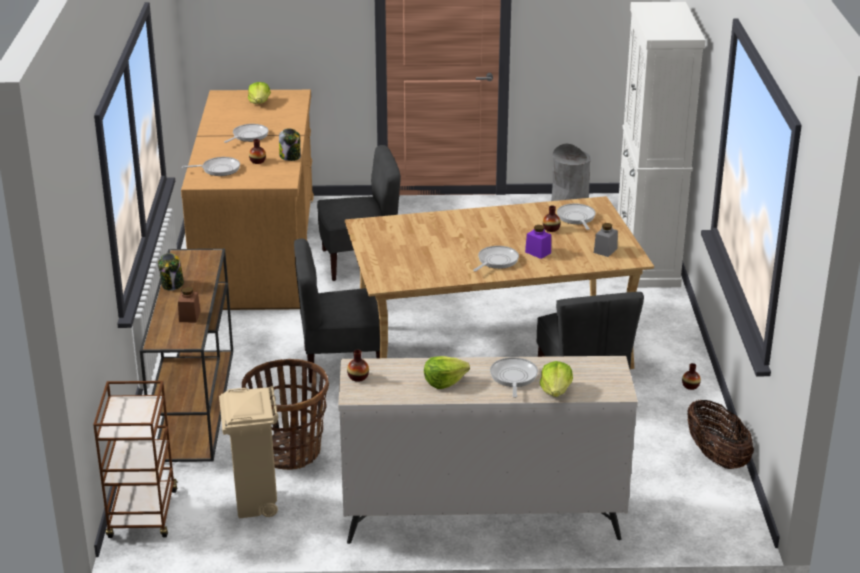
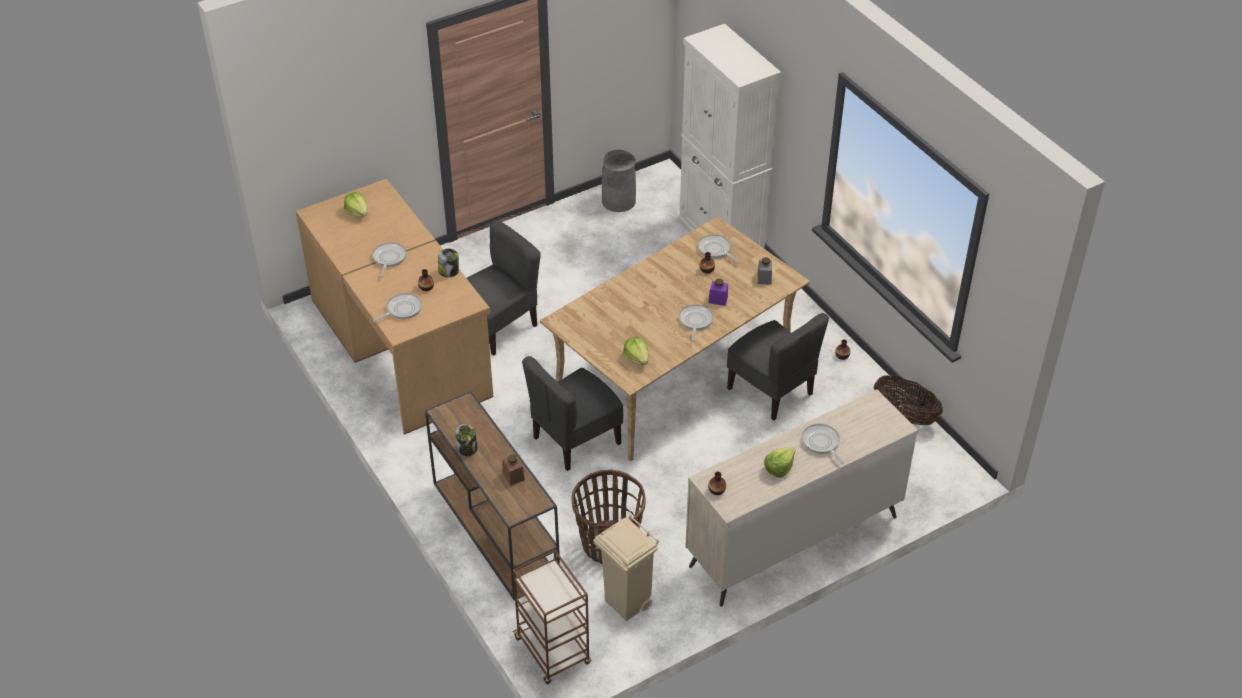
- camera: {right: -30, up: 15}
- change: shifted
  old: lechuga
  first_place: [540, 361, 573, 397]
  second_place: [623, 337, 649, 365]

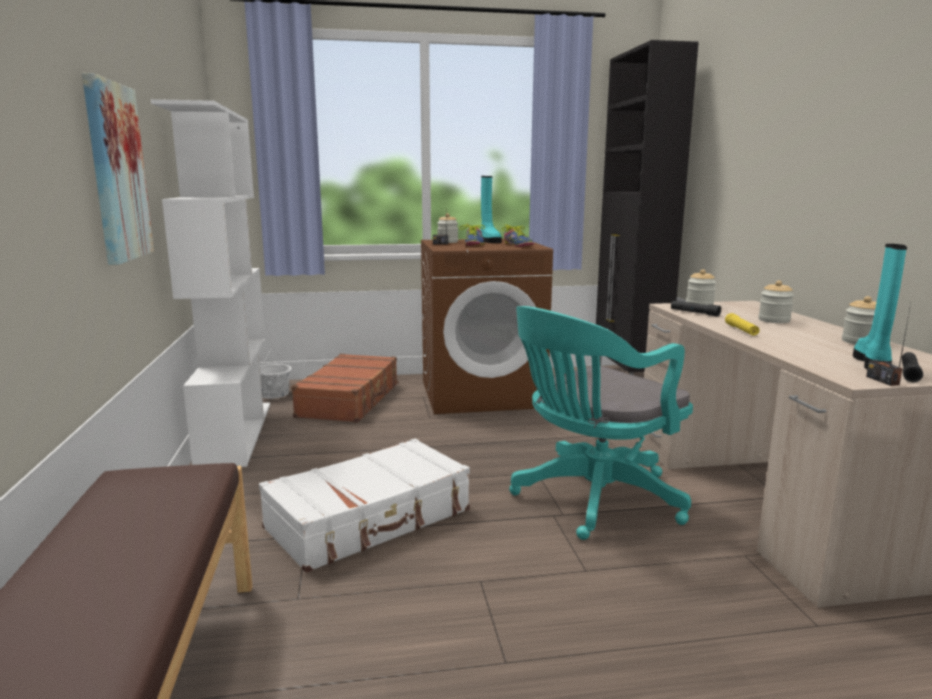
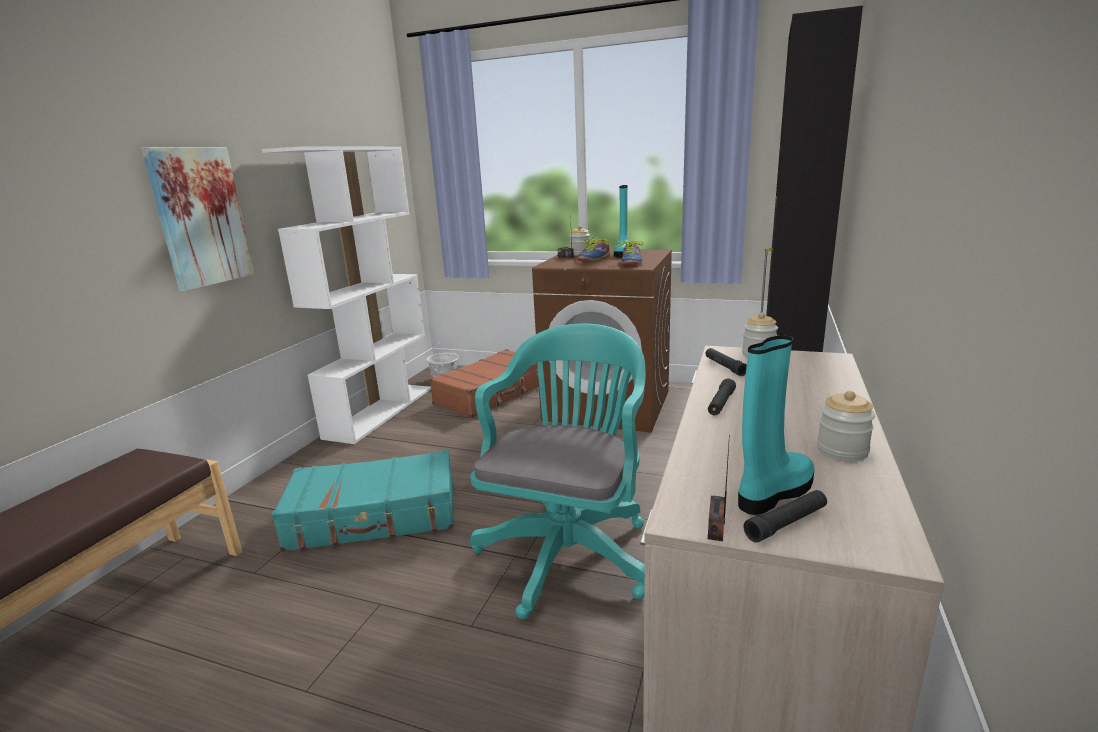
- camera: {right: 30, up: 5}
- change: repainted
  old: maleta (blanco)
  new: maleta (turquesa)
  first_place: [259, 438, 470, 573]
  second_place: [272, 450, 454, 552]
- change: rotated
  old: silla de oficina (turquesa)
  first_place: [509, 306, 693, 540]
  second_place: [470, 323, 646, 619]
  degrees: 120
- change: repainted
  old: linterna (amarillo)
  new: linterna (negro)
  first_place: [725, 313, 759, 336]
  second_place: [708, 379, 736, 415]
- change: gone
  old: tarro
  first_place: [758, 281, 794, 323]

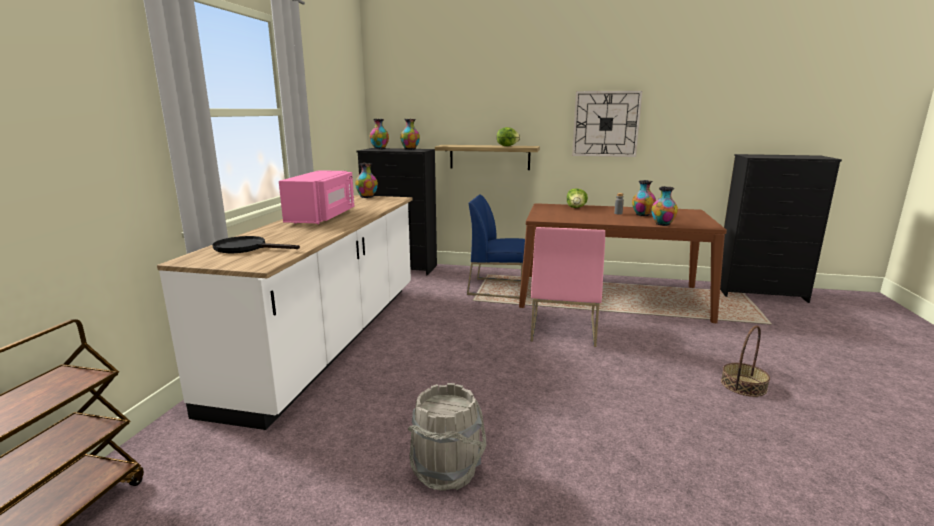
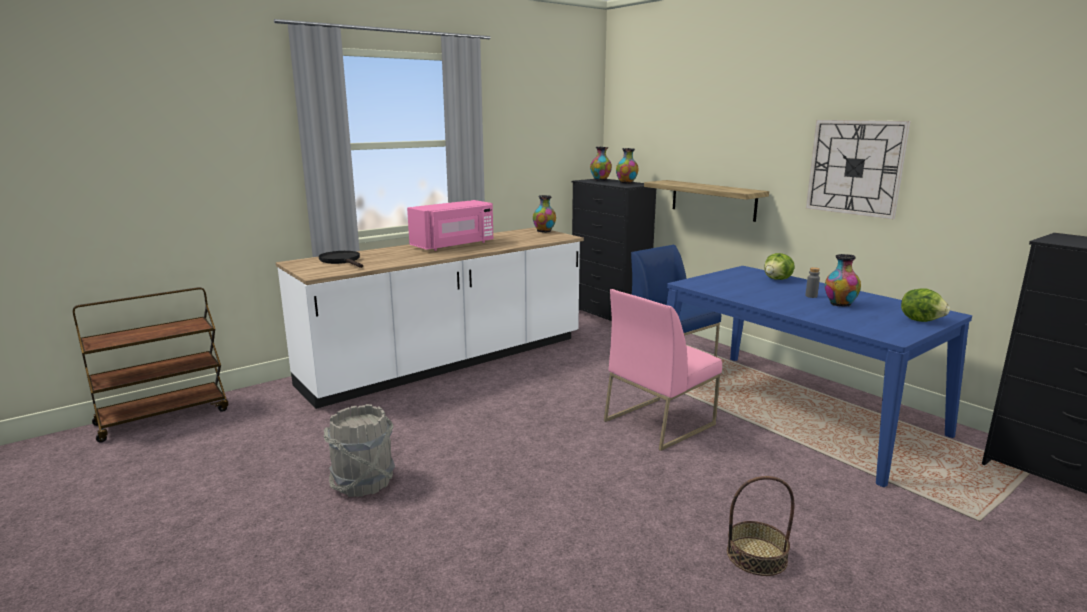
- camera: {right: 40, up: 0}
- change: repainted
  old: mesa de comedor (marrón)
  new: mesa de comedor (azul)
  first_place: [519, 203, 727, 323]
  second_place: [667, 266, 972, 487]
- change: shifted
  old: lechuga
  first_place: [497, 127, 521, 146]
  second_place: [901, 288, 950, 322]
- change: gone
  old: florero
  first_place: [651, 186, 678, 226]

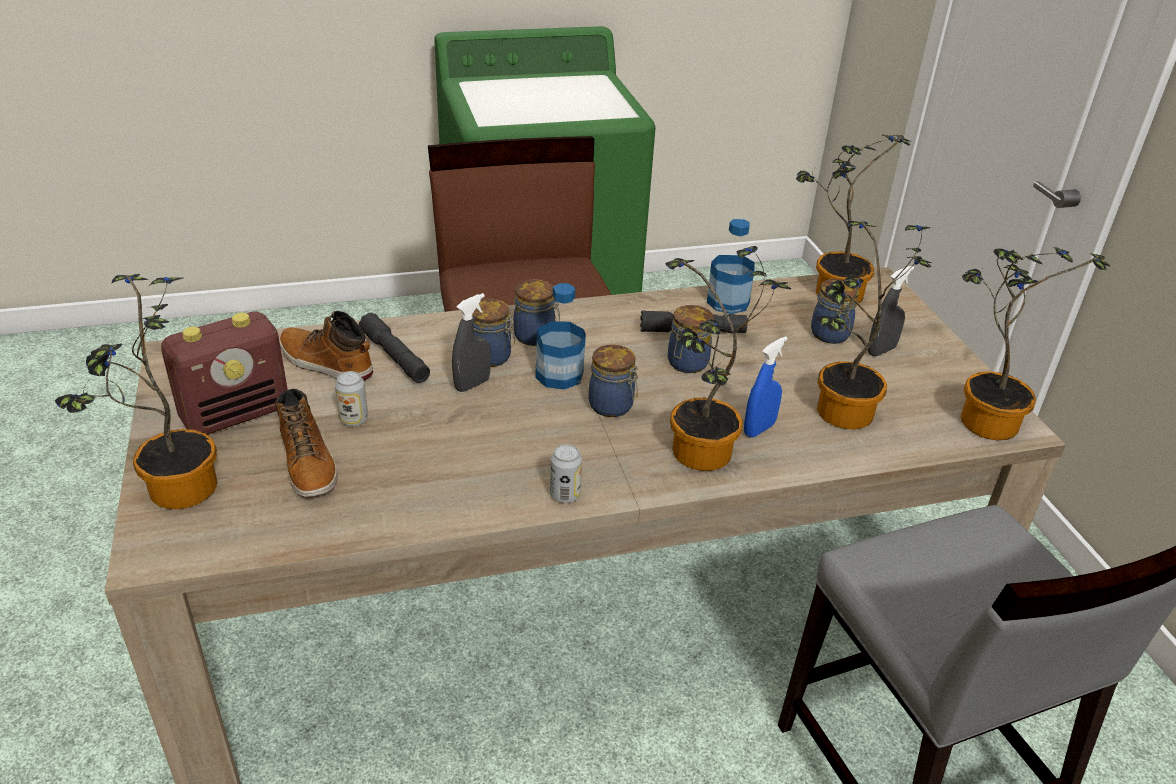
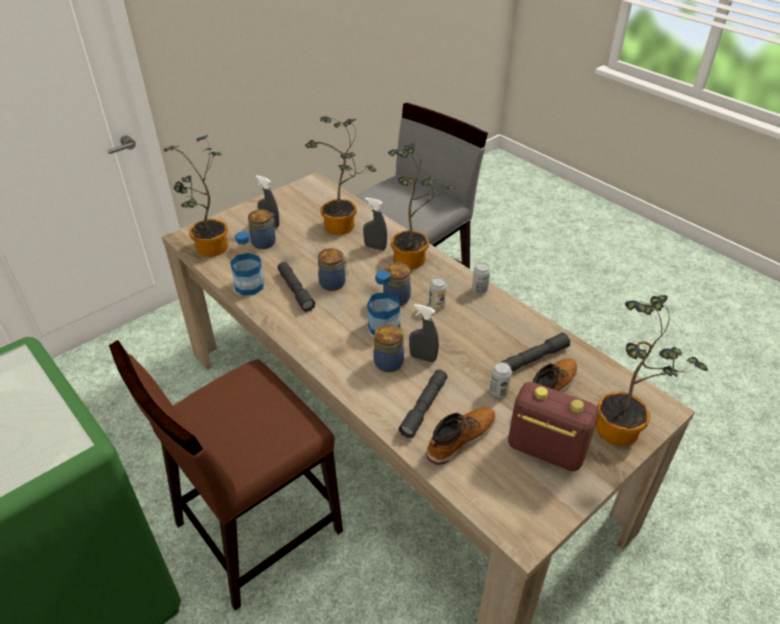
- camera: {right: -115, up: 5}
- change: repainted
  old: pulverizador (azul)
  new: pulverizador (gris)
  first_place: [744, 336, 788, 437]
  second_place: [363, 198, 387, 250]
- change: rotated
  old: bota
  first_place: [279, 311, 373, 381]
  second_place: [426, 407, 496, 465]
  degrees: -135
- change: new
  new: lata
  second_place: [429, 278, 447, 310]
- change: new
  new: linterna (gris)
  second_place: [501, 332, 571, 371]
- change: gone
  old: tarro
  first_place: [513, 280, 560, 346]
- change: gone
  old: planta en maceta
  first_place: [961, 247, 1111, 440]

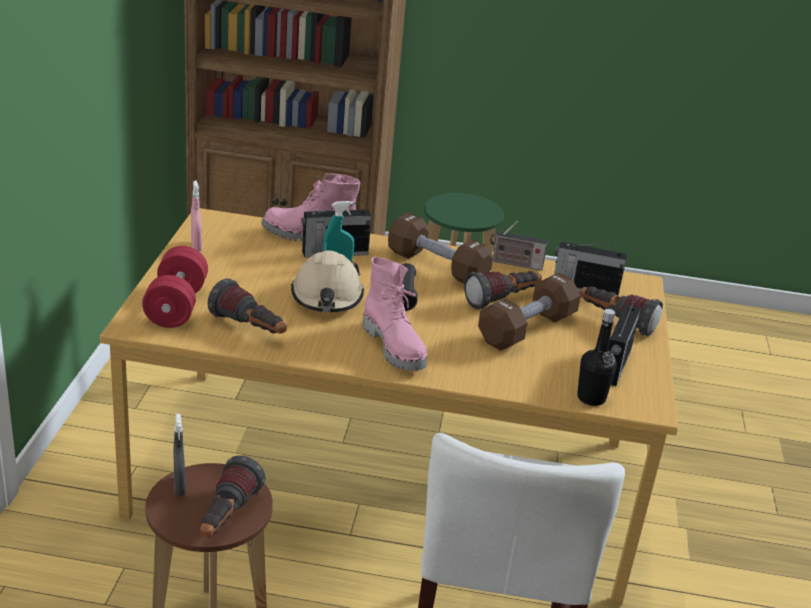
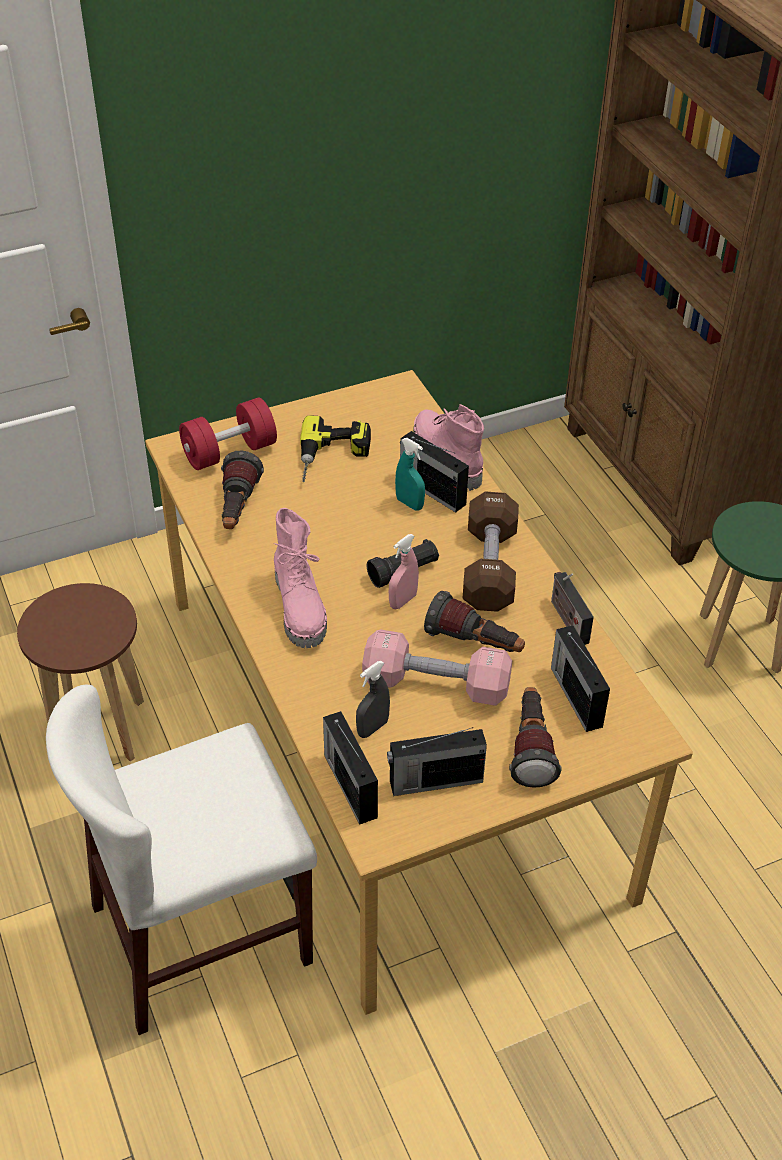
- camera: {right: 60, up: 15}
- change: rotated
  old: bota (rosa)
  first_place: [363, 257, 427, 371]
  second_place: [274, 508, 327, 648]
  degrees: -45
- change: new
  new: taladro
  second_place: [300, 415, 371, 482]
- change: swapped
  old: botella (negro)
  new: radio
  first_place: [577, 309, 617, 406]
  second_place: [323, 711, 378, 825]
- change: shifted
  old: pulverizador (gris)
  first_place: [174, 414, 186, 496]
  second_place: [356, 661, 390, 738]
- change: repainted
  old: mancuerna (marrón)
  new: mancuerna (rosa)
  first_place: [478, 272, 581, 351]
  second_place: [362, 629, 512, 706]
- change: shifted
  old: pulverizador (rosa)
  first_place: [191, 181, 202, 251]
  second_place: [389, 534, 419, 609]
- change: gone
  old: linterna
  first_place: [200, 455, 266, 537]
- change: gone
  old: casco (beis)
  first_place: [291, 250, 364, 312]

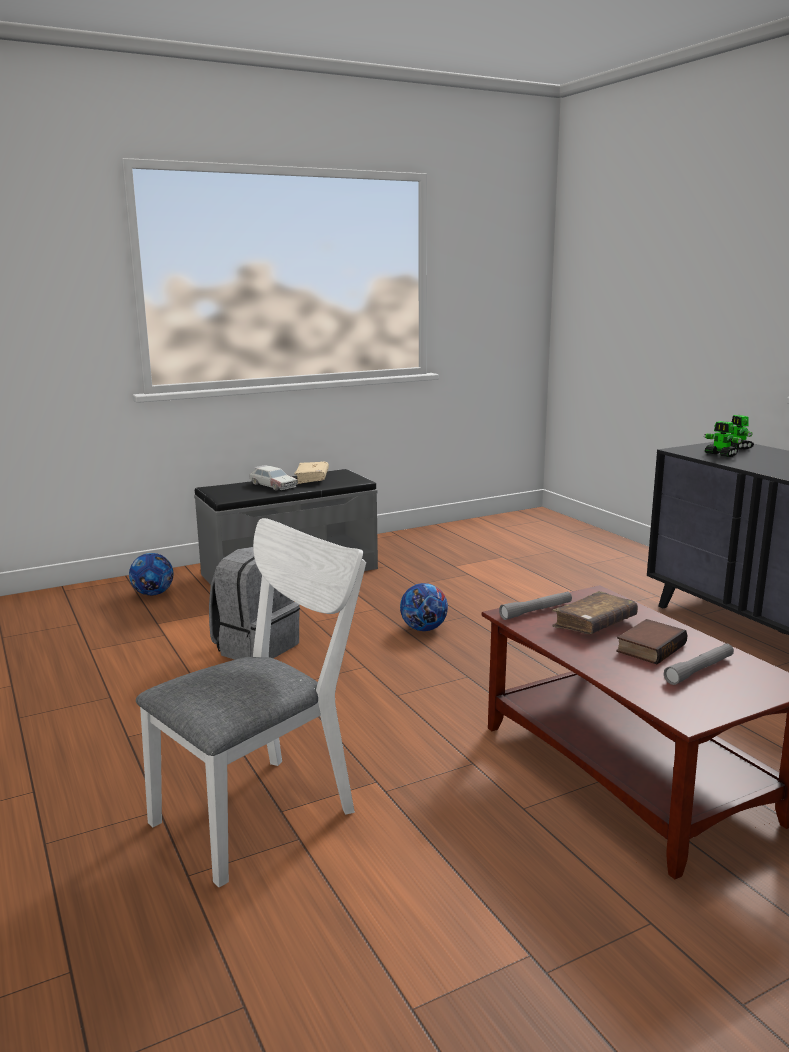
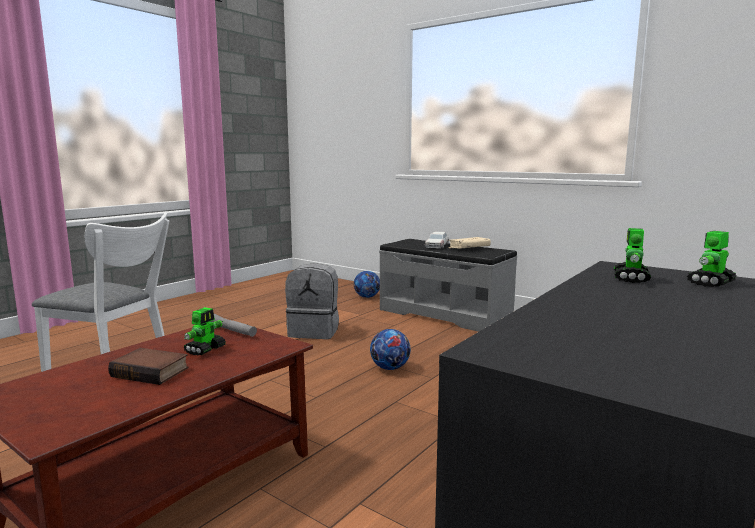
- camera: {right: 65, up: -5}
- change: swapped
  old: libro (marrón)
  new: robot de juguete
  first_place: [552, 591, 638, 634]
  second_place: [183, 307, 226, 355]
- change: gone
  old: linterna (gris)
  first_place: [664, 643, 734, 685]

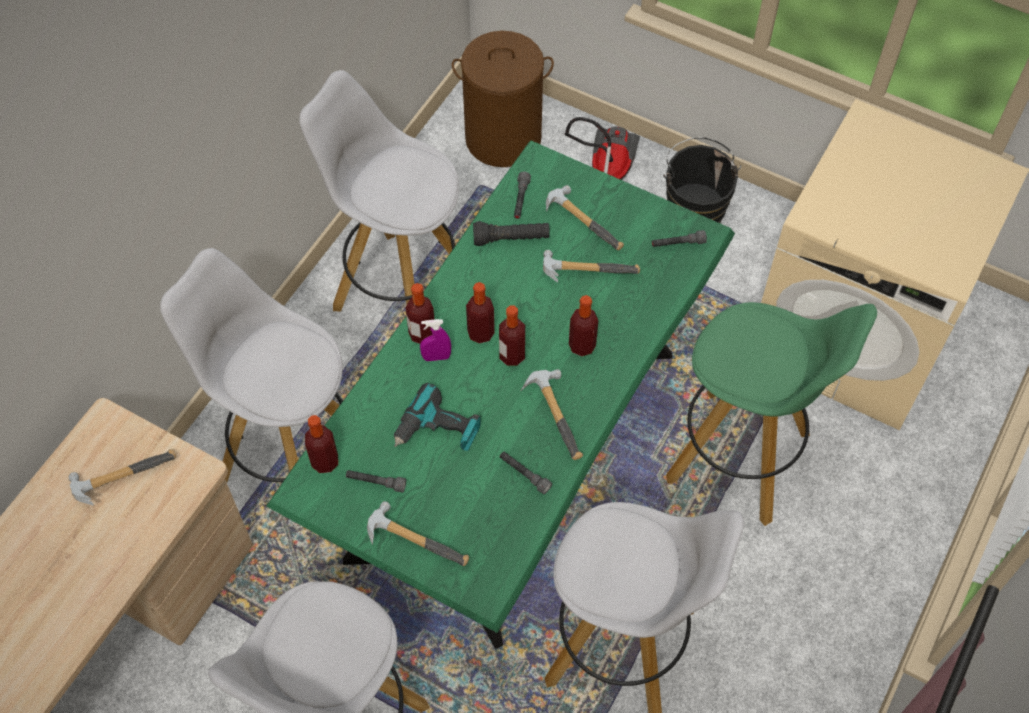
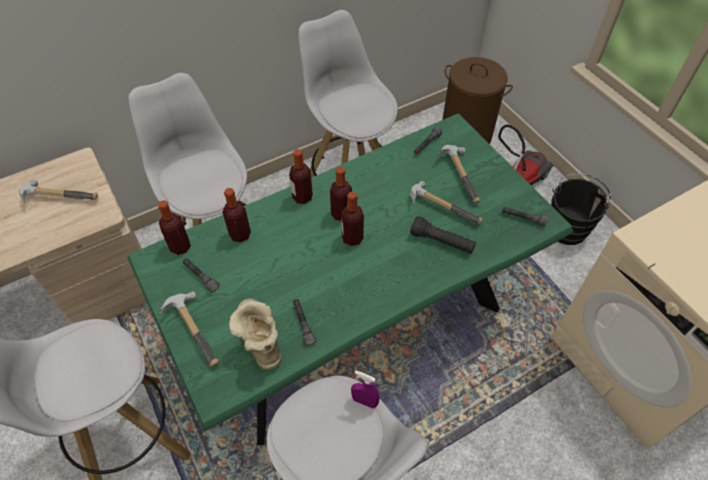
- camera: {right: 30, up: -5}
- change: shifted
  old: botella
  first_place: [569, 295, 598, 356]
  second_place: [222, 188, 251, 243]
- change: new
  new: bota
  second_place: [229, 298, 282, 370]
- change: shifted
  old: pulverizador (morado)
  first_place: [420, 319, 451, 361]
  second_place: [351, 370, 380, 408]
- change: shifted
  old: linterna (negro)
  first_place: [473, 221, 550, 246]
  second_place: [410, 216, 476, 254]
- change: gone
  old: taladro
  first_place: [394, 383, 481, 451]
- change: gone
  old: martillo
  first_place: [521, 369, 583, 460]
- change: gone
  old: taburete (verde)
  first_place: [666, 302, 877, 526]

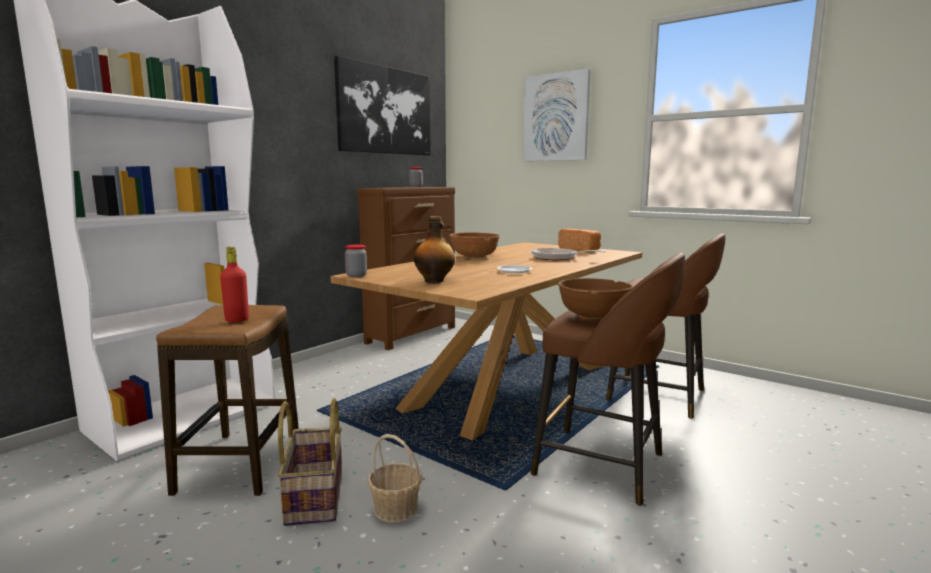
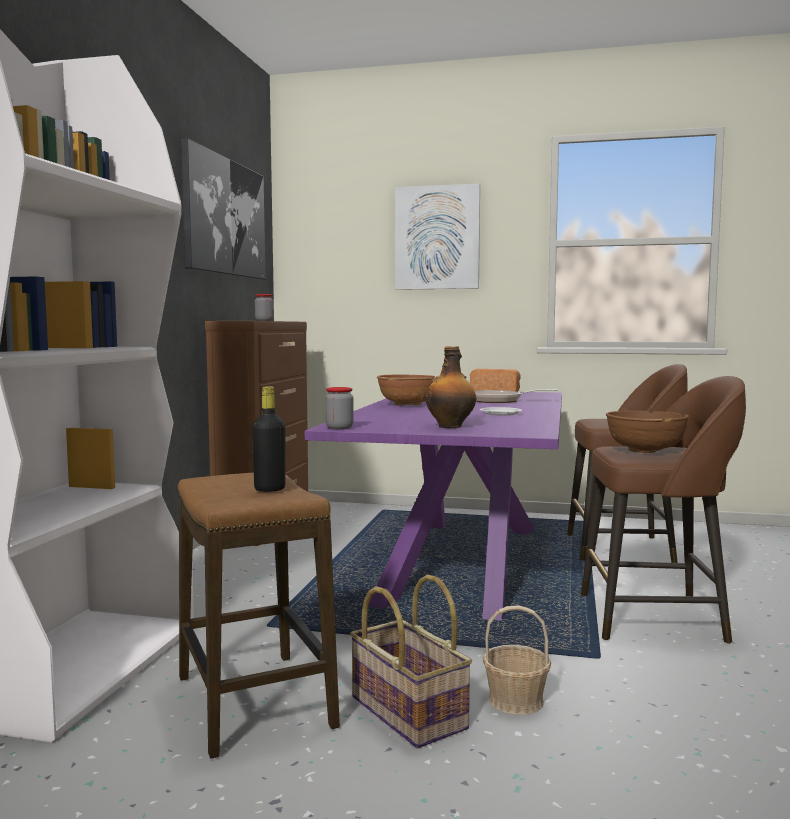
- camera: {right: -25, up: -5}
- change: repainted
  old: botella (rojo)
  new: botella (negro)
  first_place: [220, 247, 249, 322]
  second_place: [252, 386, 286, 492]
- change: repainted
  old: mesa de comedor (marrón)
  new: mesa de comedor (morado)
  first_place: [330, 242, 642, 440]
  second_place: [305, 392, 562, 621]

